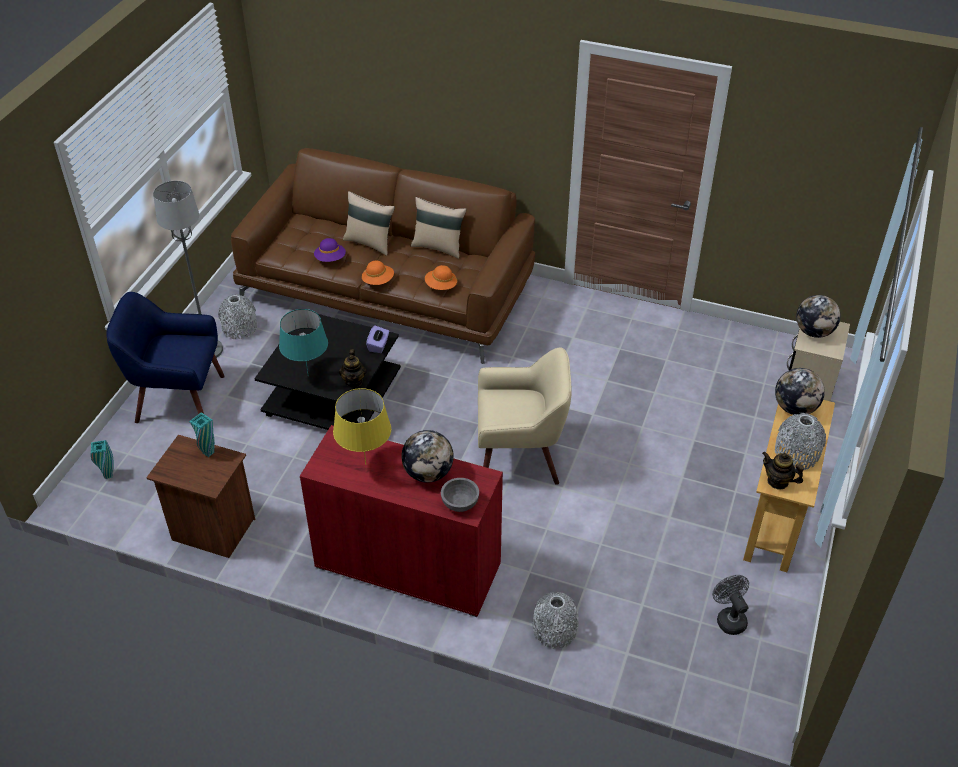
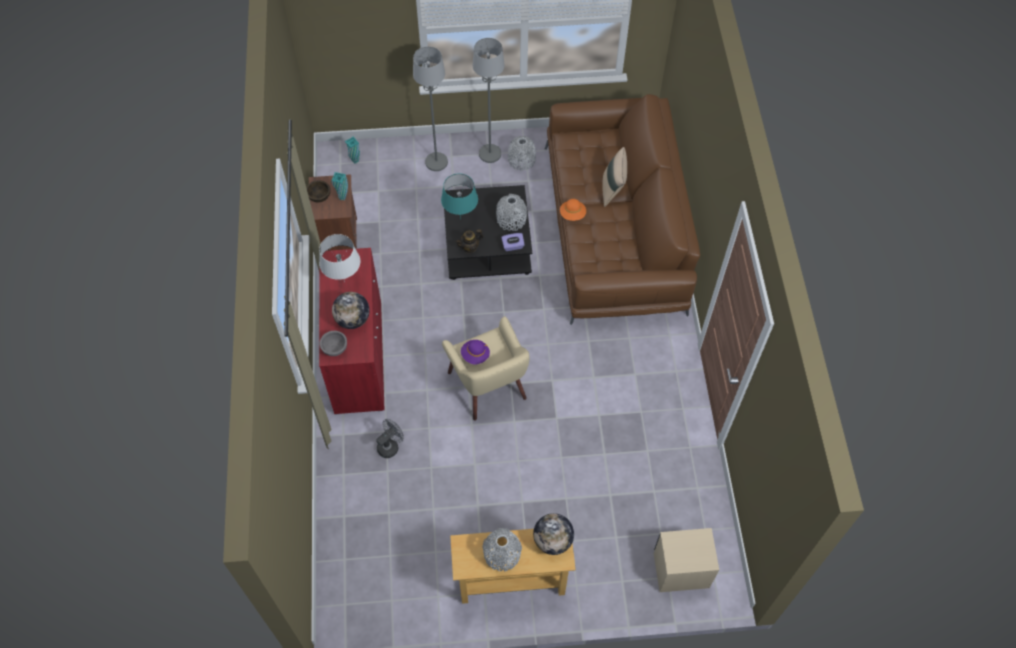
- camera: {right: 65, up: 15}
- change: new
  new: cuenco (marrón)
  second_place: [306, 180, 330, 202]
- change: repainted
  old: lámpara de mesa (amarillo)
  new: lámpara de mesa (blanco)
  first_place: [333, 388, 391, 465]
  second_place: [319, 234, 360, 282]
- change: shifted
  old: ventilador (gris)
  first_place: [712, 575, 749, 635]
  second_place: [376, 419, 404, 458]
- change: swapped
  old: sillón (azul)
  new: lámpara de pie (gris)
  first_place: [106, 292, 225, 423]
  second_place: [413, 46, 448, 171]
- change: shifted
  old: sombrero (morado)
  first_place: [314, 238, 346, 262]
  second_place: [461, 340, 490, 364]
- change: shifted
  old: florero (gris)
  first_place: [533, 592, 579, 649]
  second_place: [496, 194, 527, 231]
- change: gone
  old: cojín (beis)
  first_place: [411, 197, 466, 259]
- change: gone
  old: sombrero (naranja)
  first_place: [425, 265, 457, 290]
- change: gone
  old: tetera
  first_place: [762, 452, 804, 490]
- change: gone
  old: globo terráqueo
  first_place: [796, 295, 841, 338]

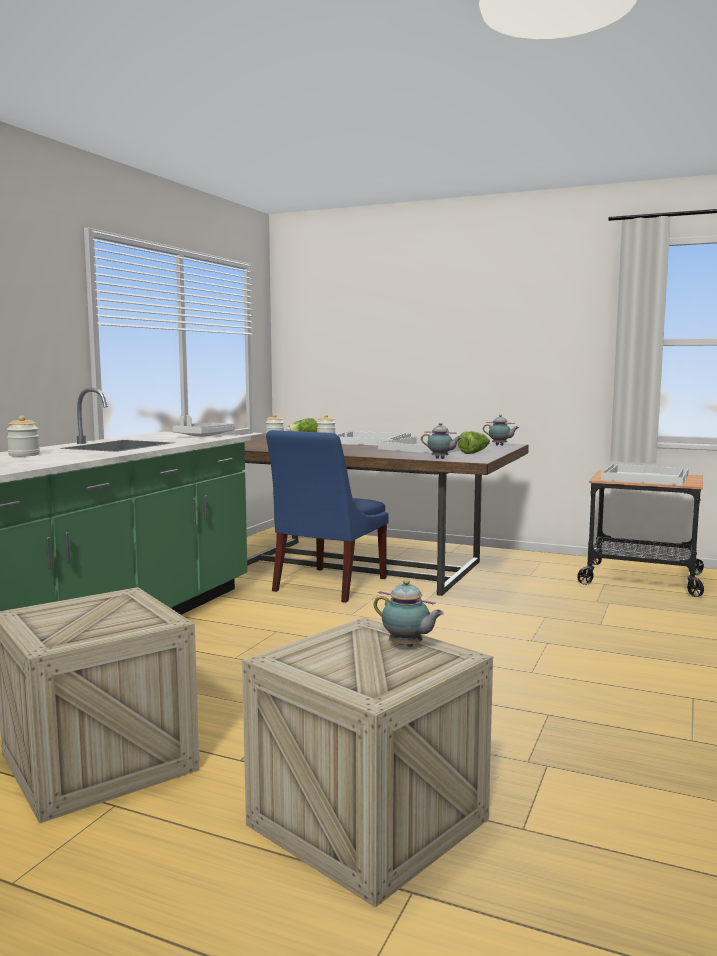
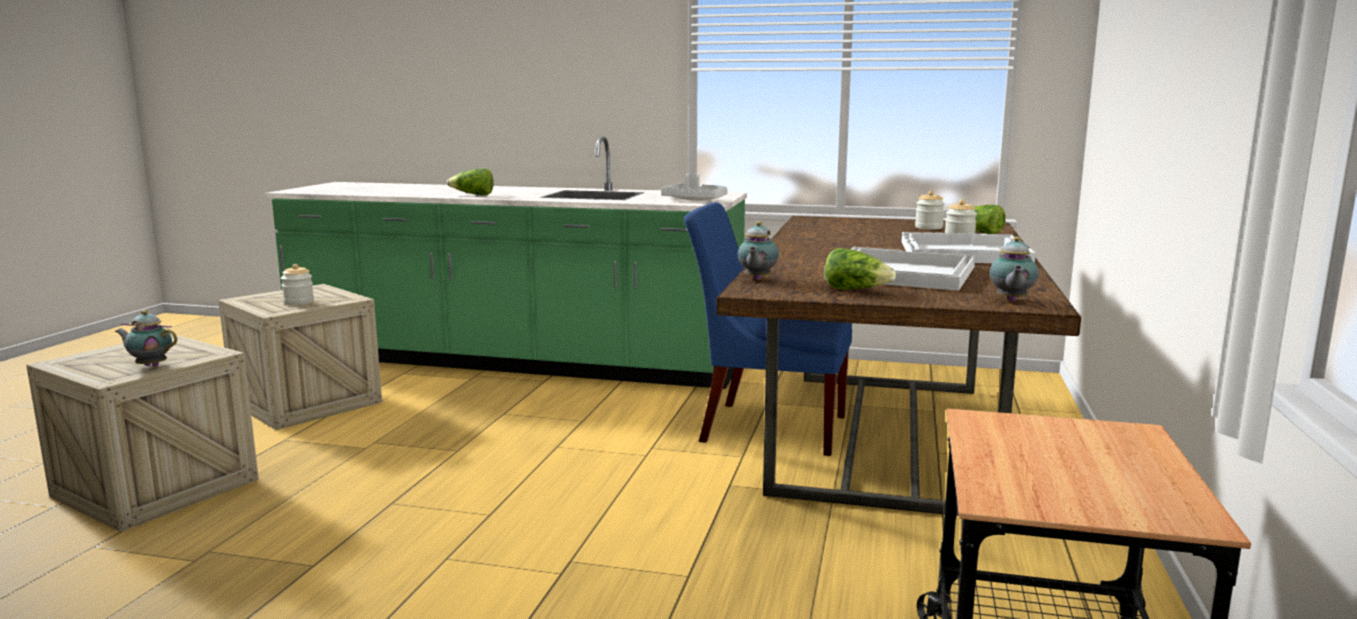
- camera: {right: 80, up: 5}
- change: rotated
  old: tetera
  first_place: [374, 579, 444, 647]
  second_place: [115, 310, 177, 367]
  degrees: 75
- change: shifted
  old: tarro
  first_place: [7, 415, 40, 457]
  second_place: [281, 264, 314, 305]
- change: new
  new: lechuga
  second_place: [447, 169, 494, 195]
- change: gone
  old: bandeja (blanco)
  first_place: [601, 464, 689, 485]

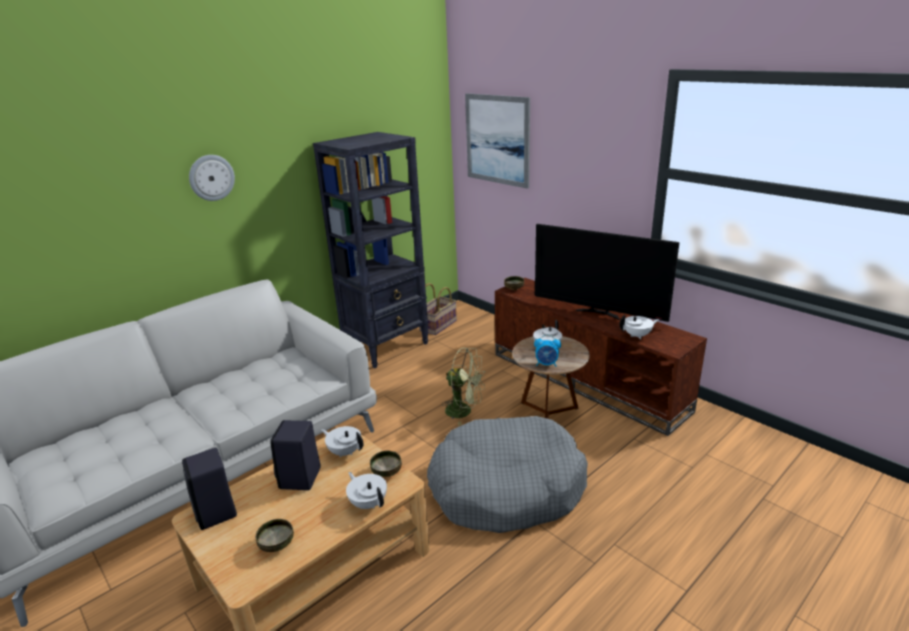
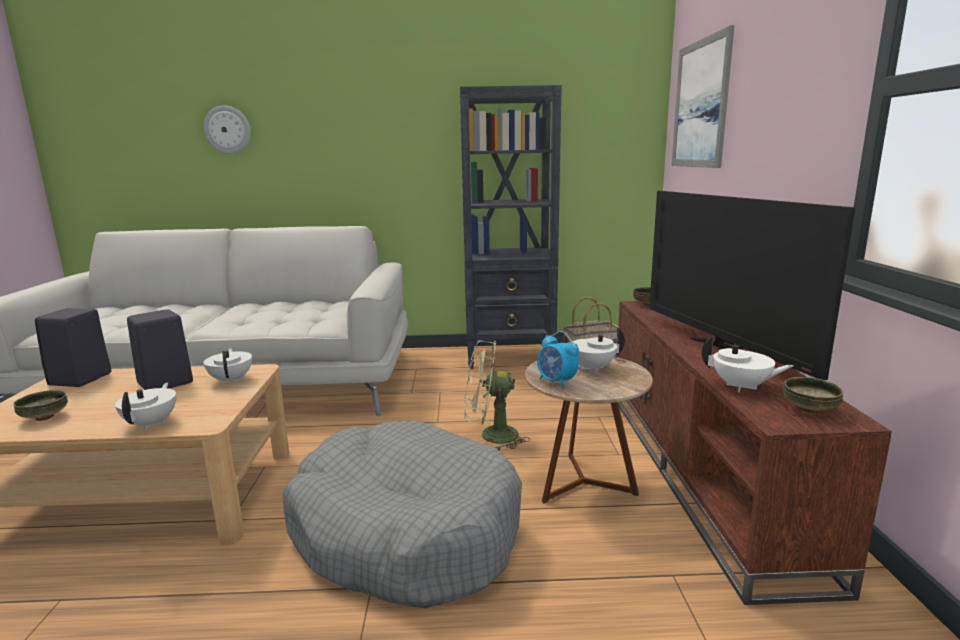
- camera: {right: 40, up: -10}
- change: shifted
  old: reloj de pared
  first_place: [189, 155, 235, 201]
  second_place: [204, 106, 251, 154]
- change: rotated
  old: ventilador (verde)
  first_place: [441, 348, 485, 426]
  second_place: [464, 340, 530, 450]
  degrees: 120
- change: shifted
  old: cuenco
  first_place: [370, 451, 402, 477]
  second_place: [783, 377, 843, 414]

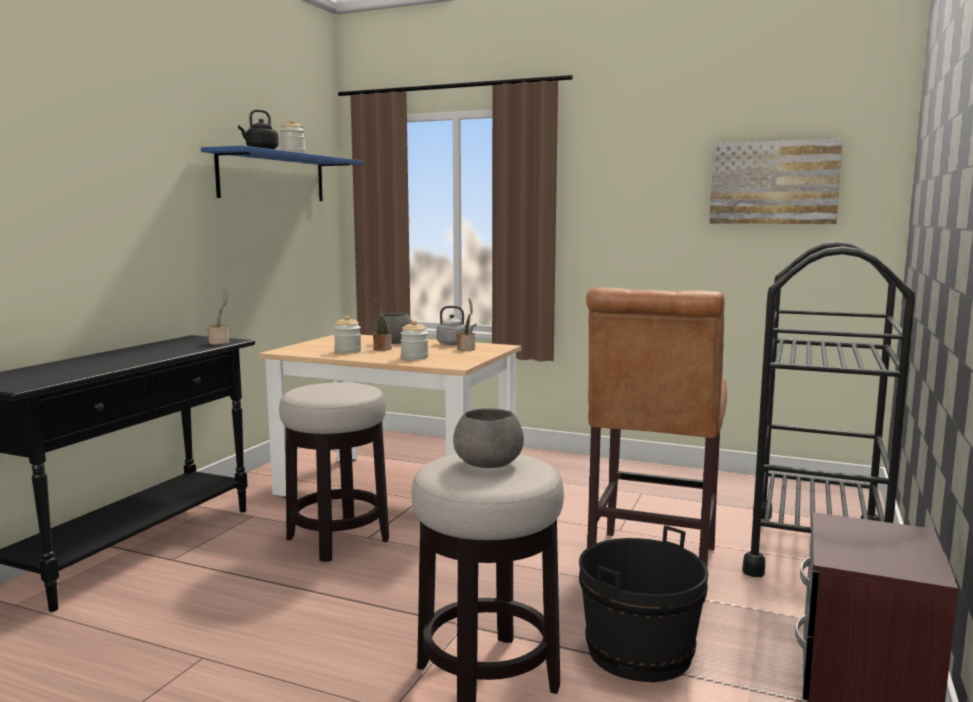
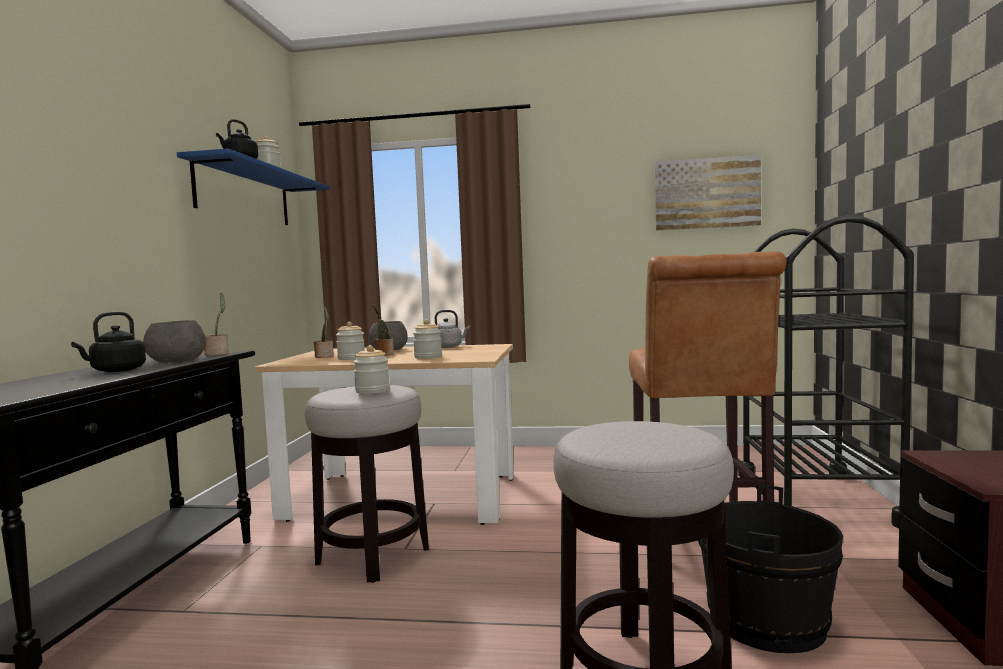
- camera: {right: -15, up: -5}
- change: new
  new: hervidor (negro)
  second_place: [71, 312, 146, 372]
- change: shifted
  old: cuenco (gris)
  first_place: [453, 408, 524, 468]
  second_place: [143, 320, 206, 362]
- change: shifted
  old: planta en maceta
  first_place: [457, 298, 475, 351]
  second_place: [314, 306, 334, 358]
- change: new
  new: tarro
  second_place: [353, 345, 390, 394]

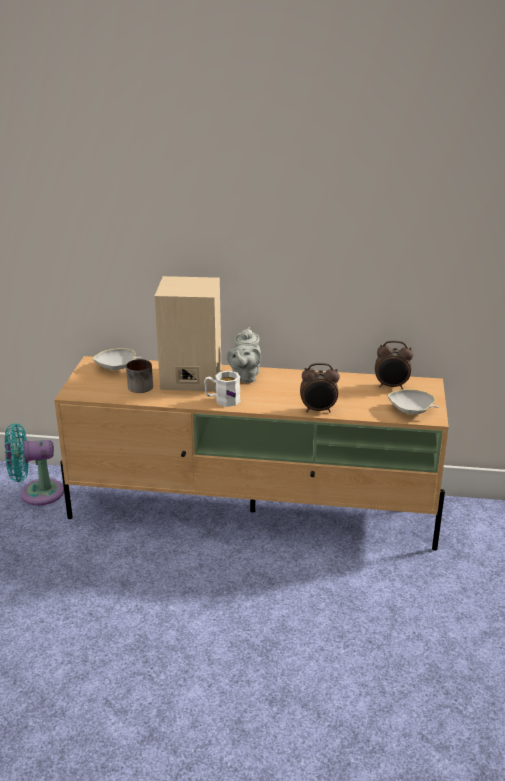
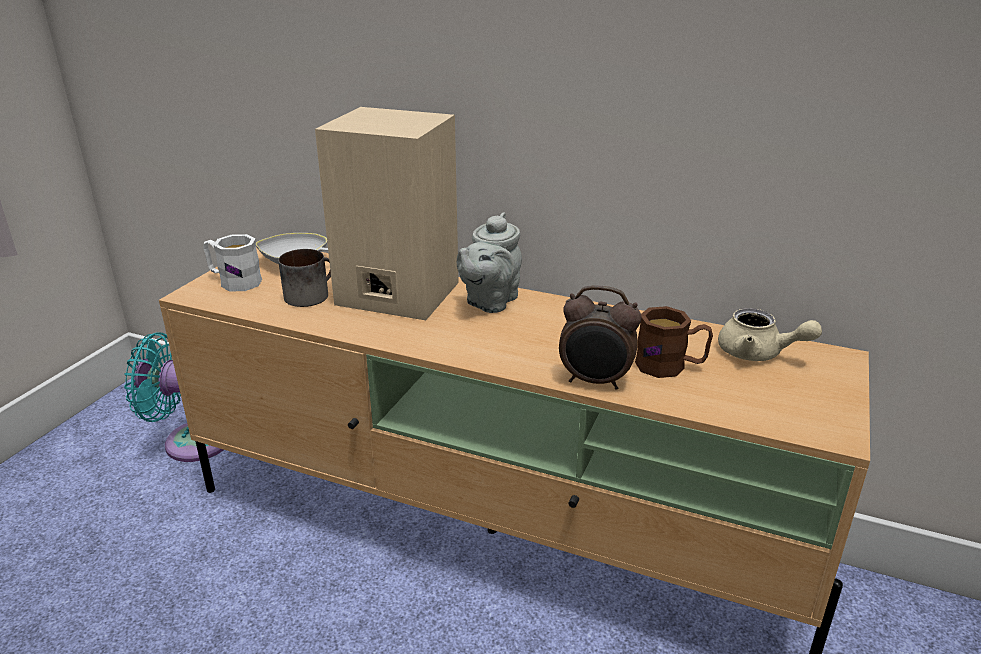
- camera: {right: 15, up: 0}
- change: shifted
  old: taza grande (blanco)
  first_place: [204, 371, 240, 407]
  second_place: [203, 234, 262, 291]
- change: new
  new: taza grande (marrón)
  second_place: [635, 306, 713, 378]
- change: swapped
  old: despertador
  new: tetera (beis)
  first_place: [375, 340, 413, 389]
  second_place: [718, 308, 822, 361]
- change: gone
  old: cuenco (blanco)
  first_place: [388, 389, 439, 414]

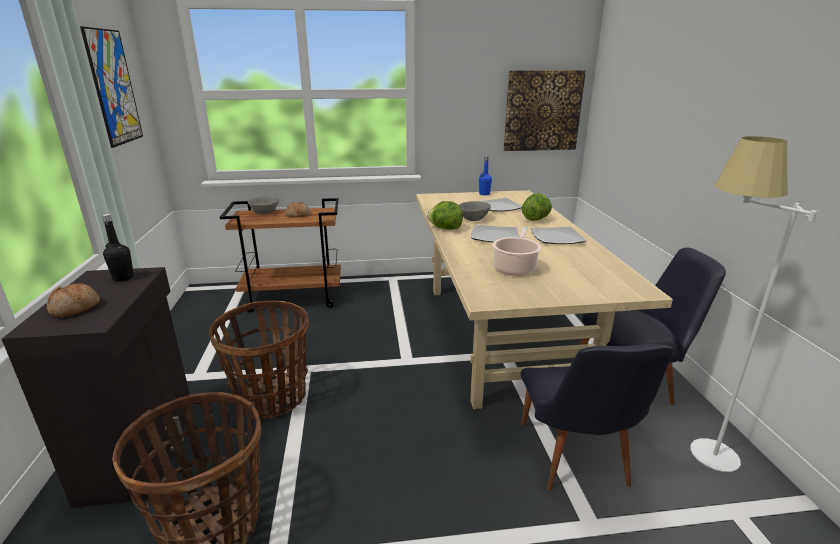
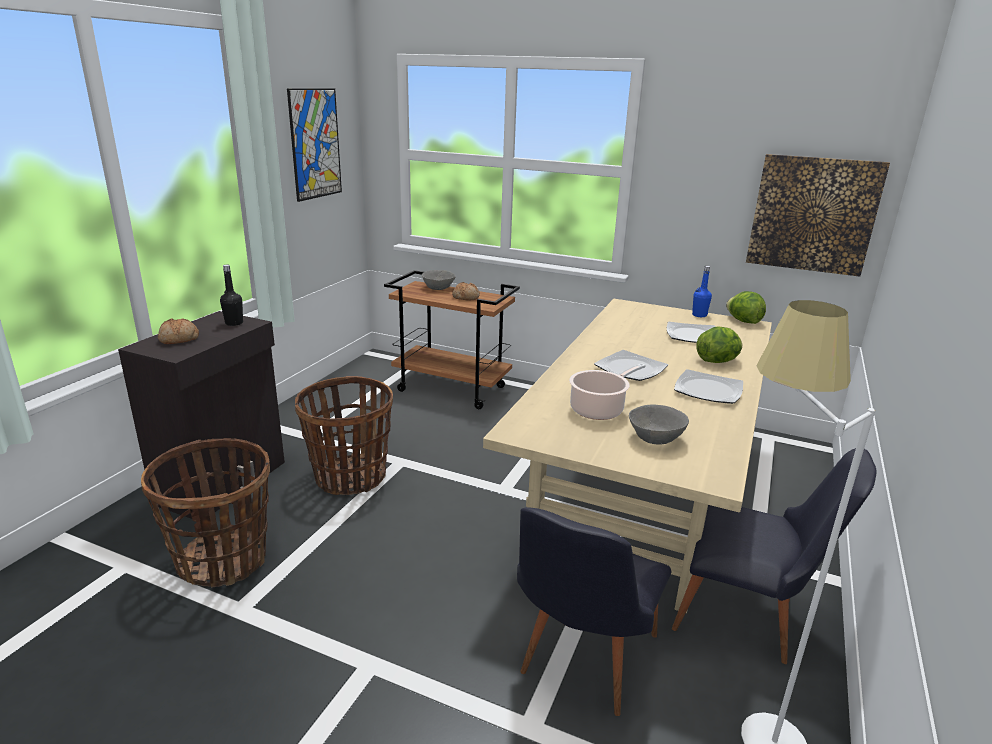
- camera: {right: 30, up: 0}
- change: shifted
  old: cuenco (gris)
  first_place: [459, 201, 491, 221]
  second_place: [629, 405, 689, 445]
- change: shifted
  old: lechuga
  first_place: [427, 201, 463, 230]
  second_place: [726, 291, 766, 324]

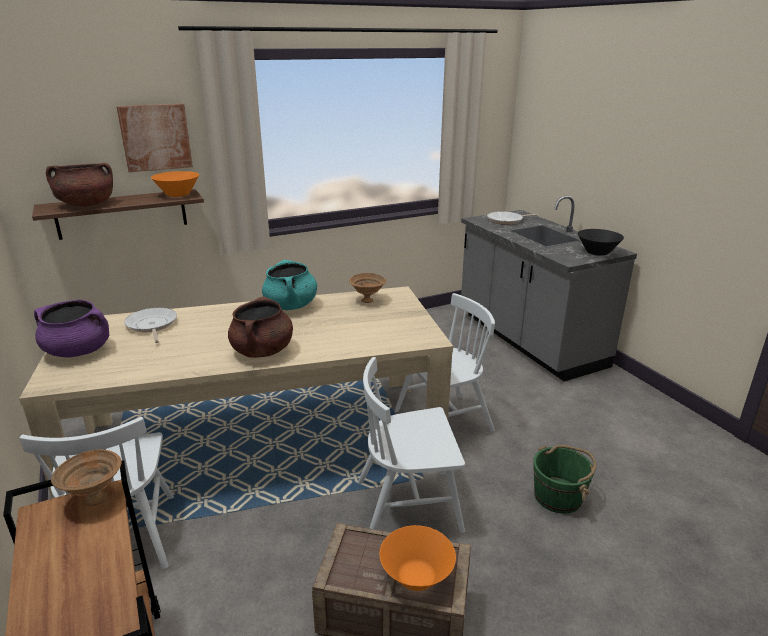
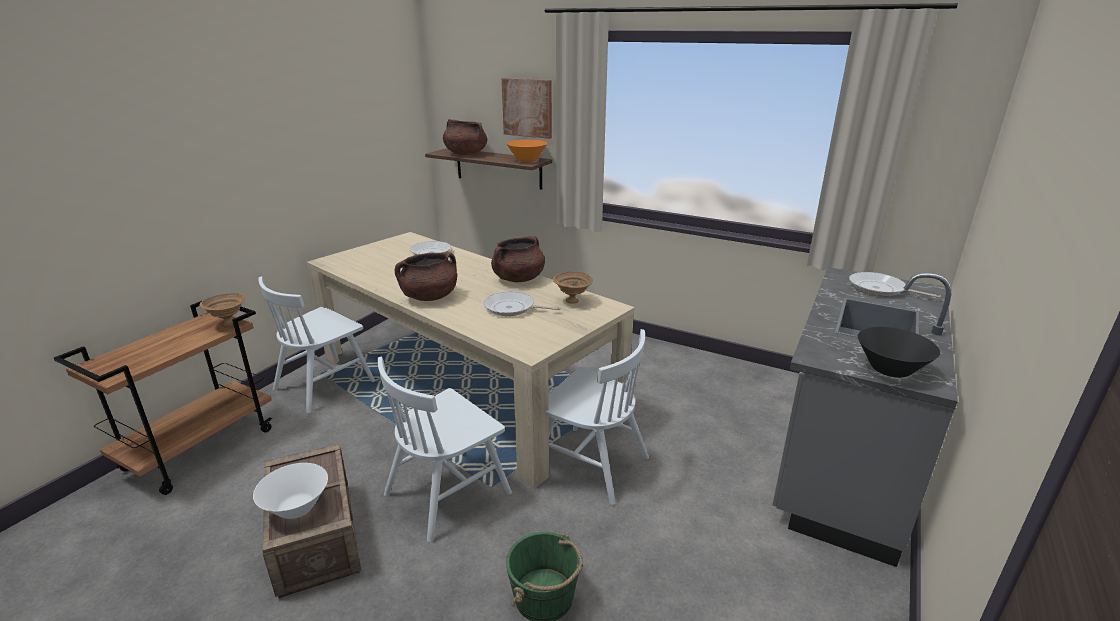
- camera: {right: 55, up: 0}
- change: repainted
  old: cuenco (naranja)
  new: cuenco (blanco)
  first_place: [380, 525, 456, 591]
  second_place: [253, 463, 328, 519]
- change: rotated
  old: silla (blanco)
  first_place: [358, 357, 465, 533]
  second_place: [378, 356, 512, 542]
  degrees: -90
- change: new
  new: sartén
  second_place: [484, 292, 561, 316]
- change: repainted
  old: olla (turquesa)
  new: olla (marrón)
  first_place: [262, 260, 317, 310]
  second_place: [491, 236, 545, 282]
- change: gone
  old: olla (morado)
  first_place: [34, 300, 109, 357]

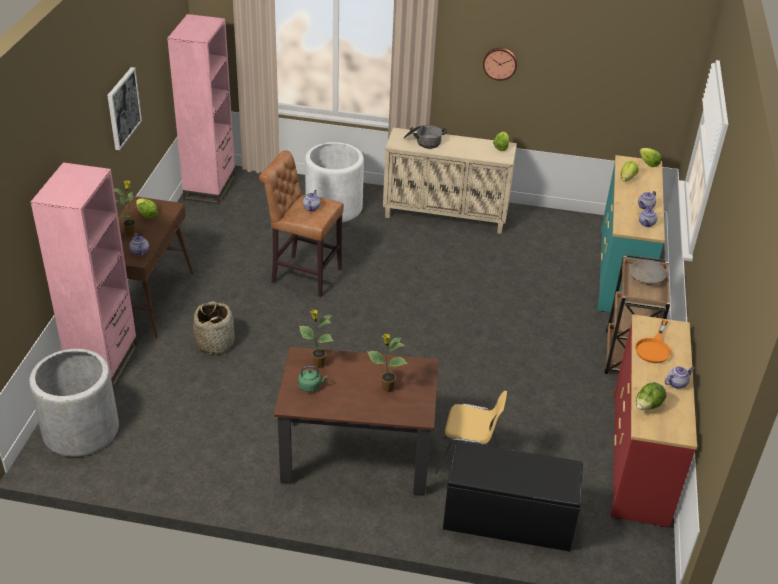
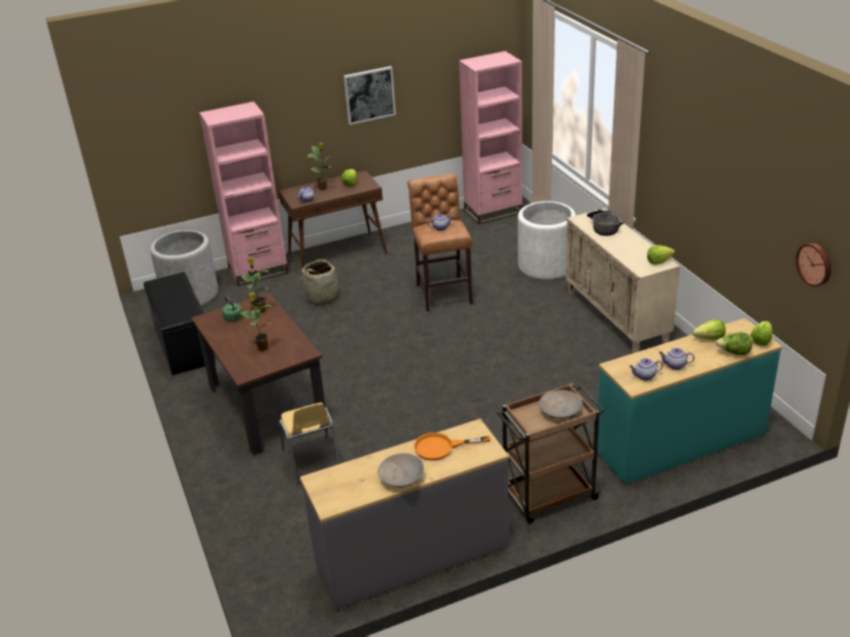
- camera: {right: 60, up: -5}
- change: shifted
  old: banco (negro)
  first_place: [443, 441, 583, 552]
  second_place: [144, 272, 215, 376]
- change: repainted
  old: cómoda (rojo)
  new: cómoda (gris)
  first_place: [611, 314, 697, 527]
  second_place: [300, 419, 509, 610]
- change: swapped
  old: tetera
  new: cuenco (beis)
  first_place: [665, 366, 694, 389]
  second_place: [377, 453, 424, 488]
- change: shifted
  old: lechuga
  first_place: [636, 382, 666, 410]
  second_place: [716, 332, 752, 355]
- change: shifted
  old: reloj de pared
  first_place: [483, 48, 517, 81]
  second_place: [796, 243, 831, 287]

